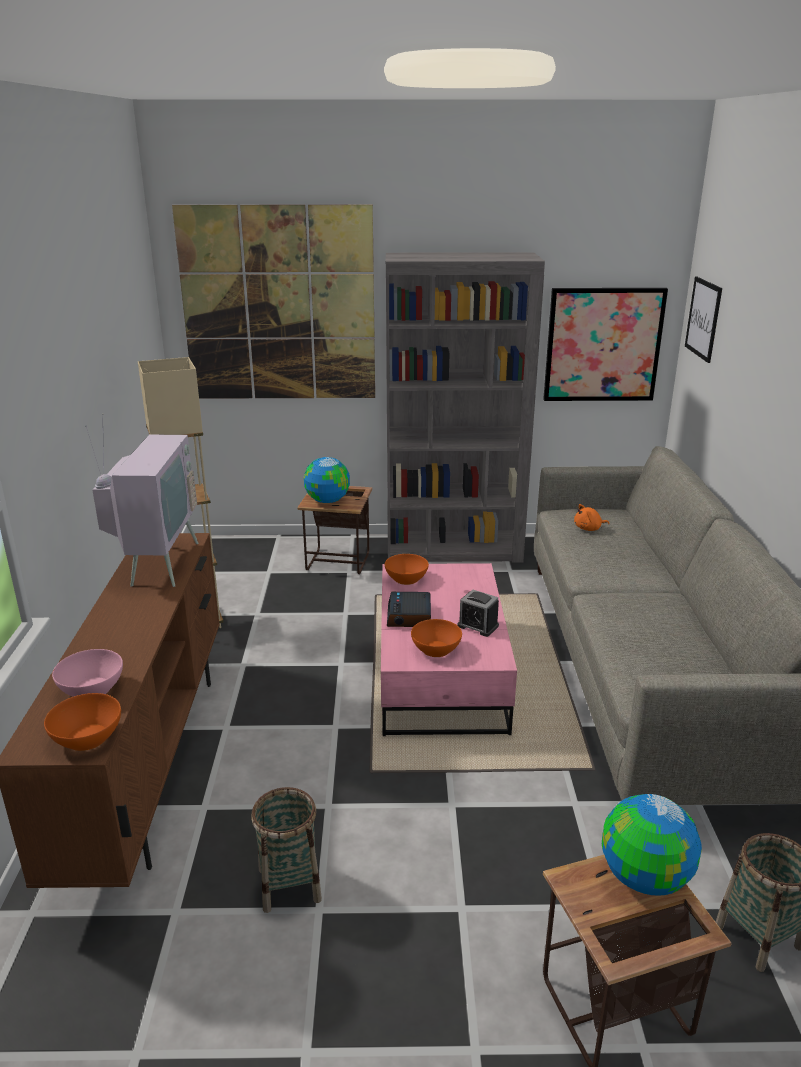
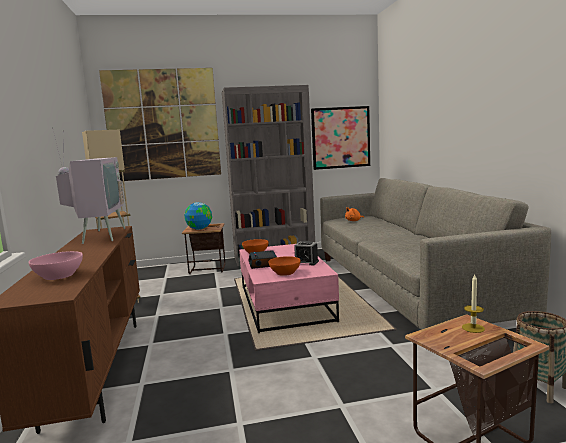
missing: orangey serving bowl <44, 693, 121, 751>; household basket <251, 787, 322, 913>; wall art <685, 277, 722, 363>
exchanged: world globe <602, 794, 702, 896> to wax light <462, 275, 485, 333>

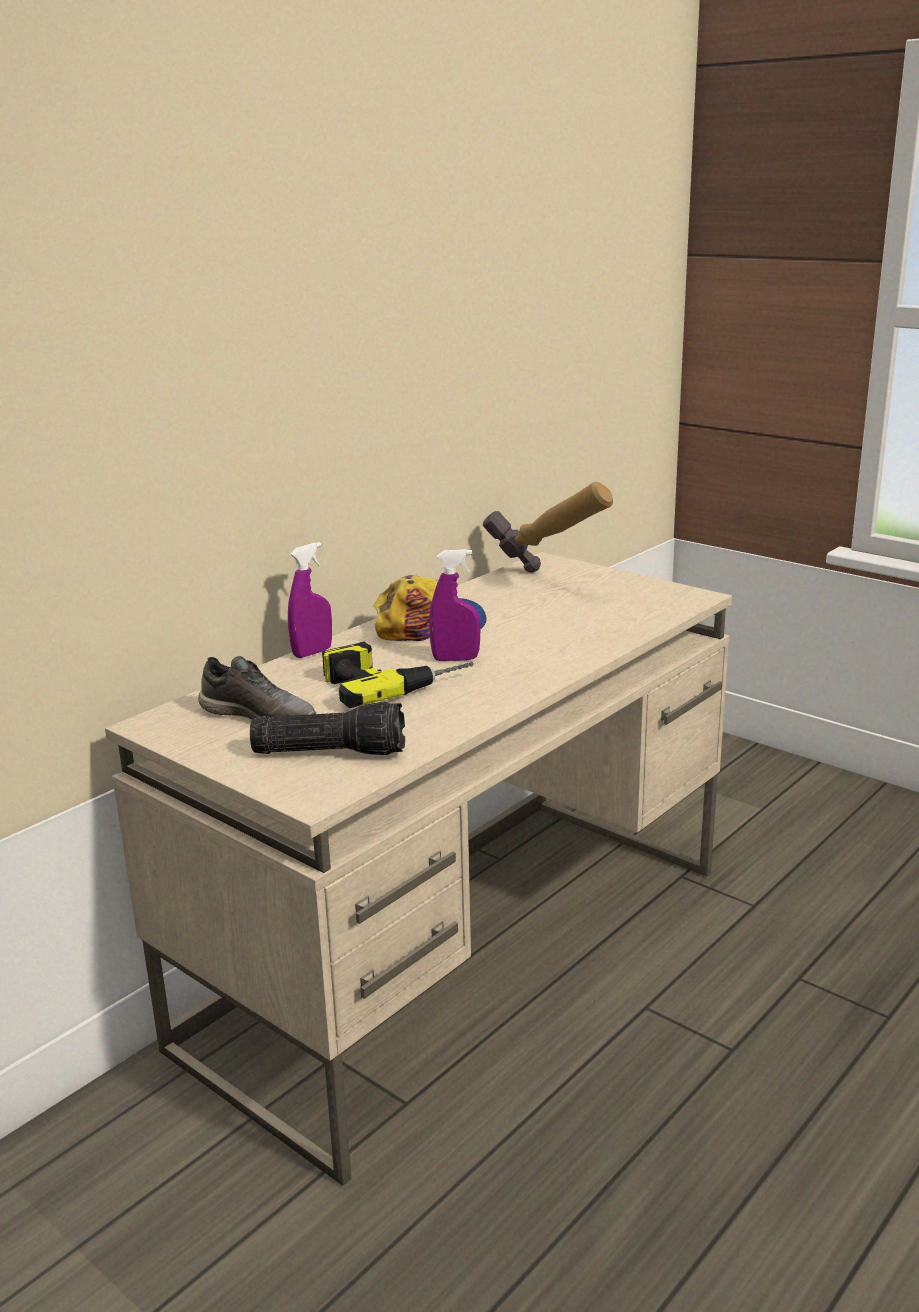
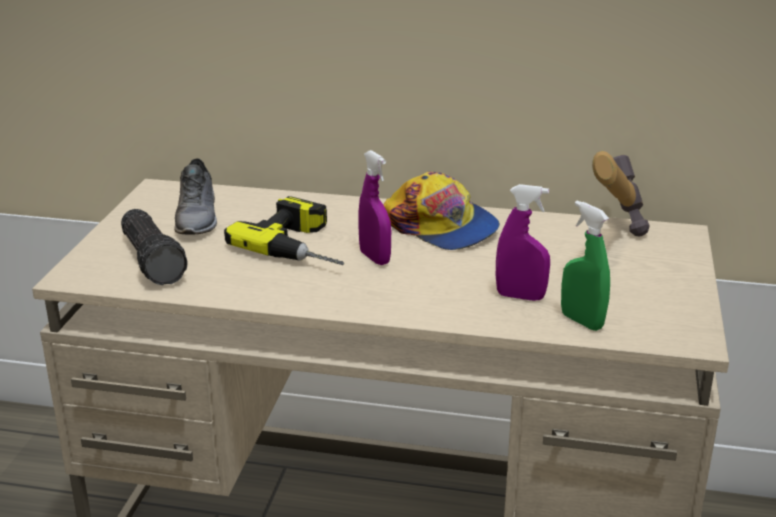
appeared: green spray bottle <561, 200, 610, 331>
relocated: purple-coloured spray bottle <288, 542, 332, 658> to <496, 184, 550, 301>

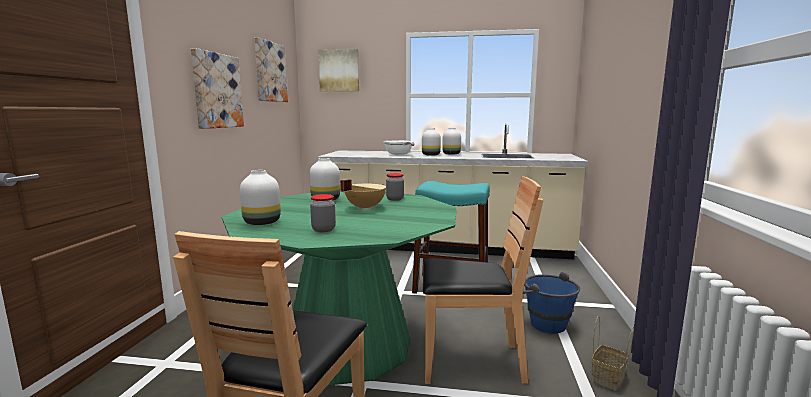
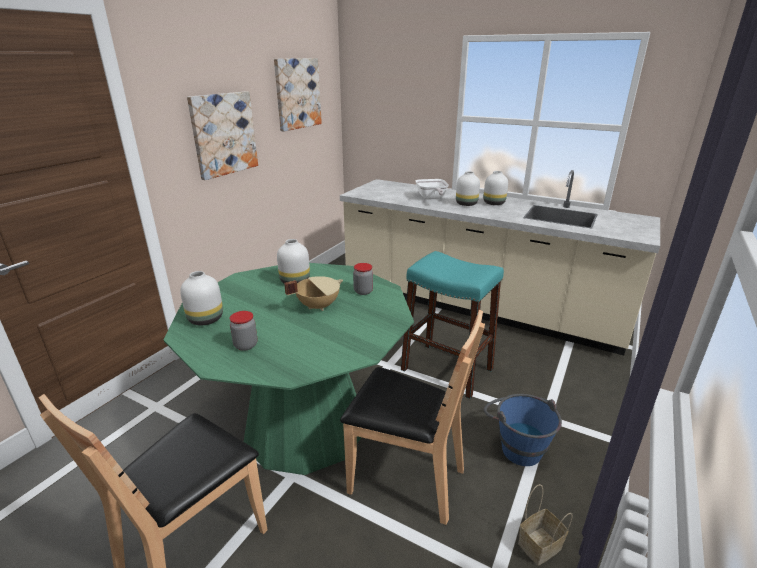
missing: wall art <318, 49, 359, 91>

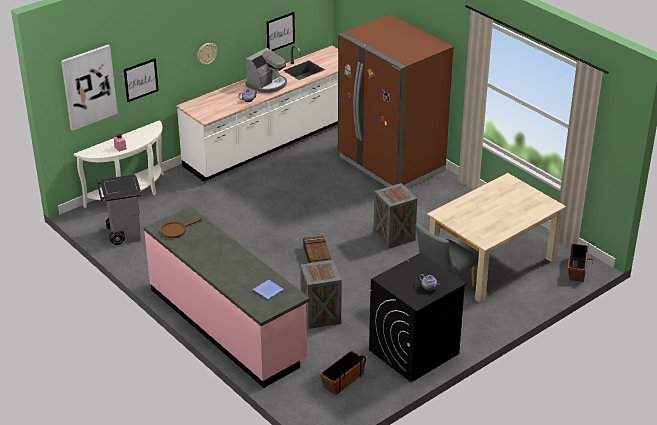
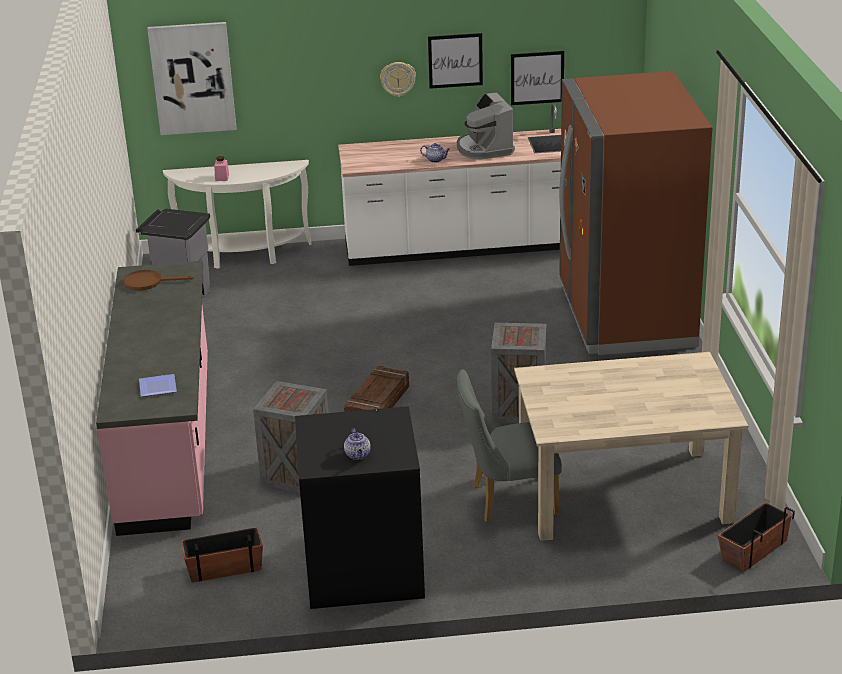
relocated: wall art <124, 58, 159, 102> to <428, 33, 483, 89>
spun: coffee maker <246, 48, 287, 93> = <457, 92, 515, 159> 90 degrees clockwise

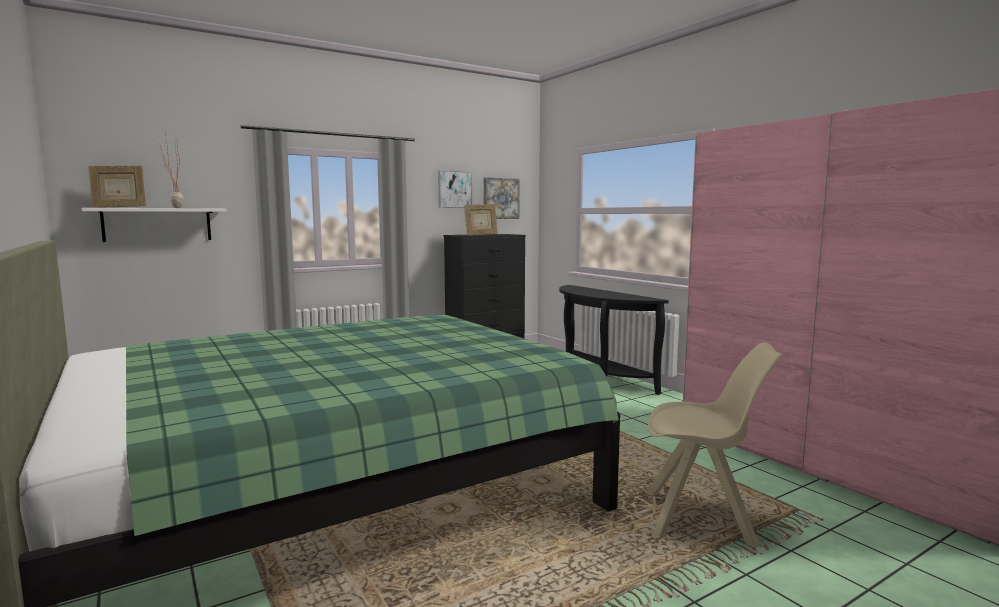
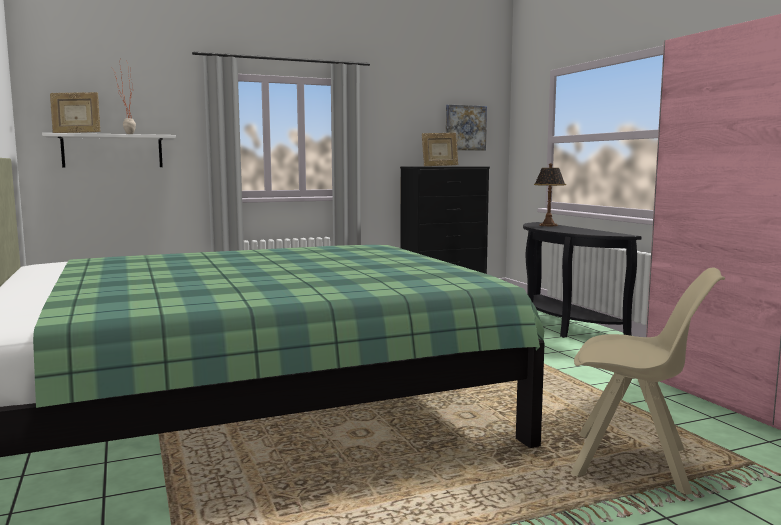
missing: wall art <438, 170, 472, 208>
appeared: tabletop lamp <534, 163, 566, 226>

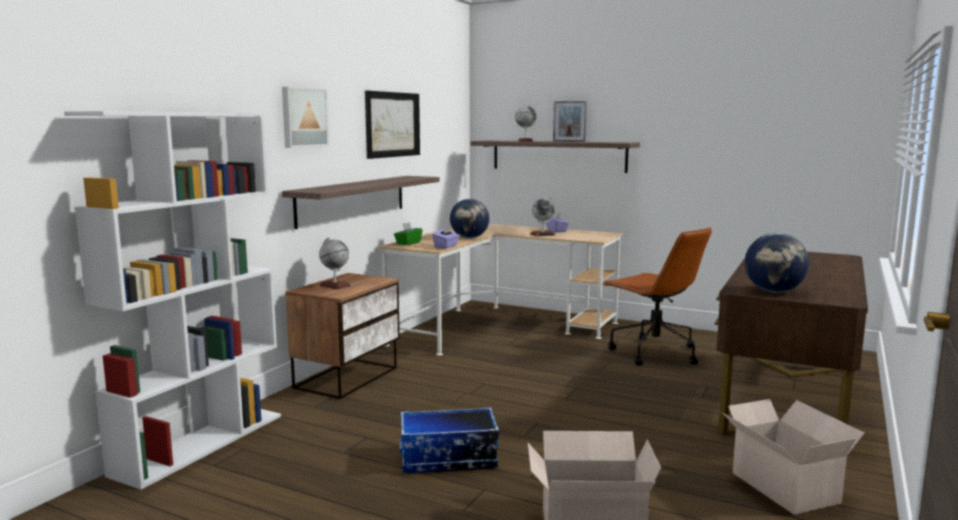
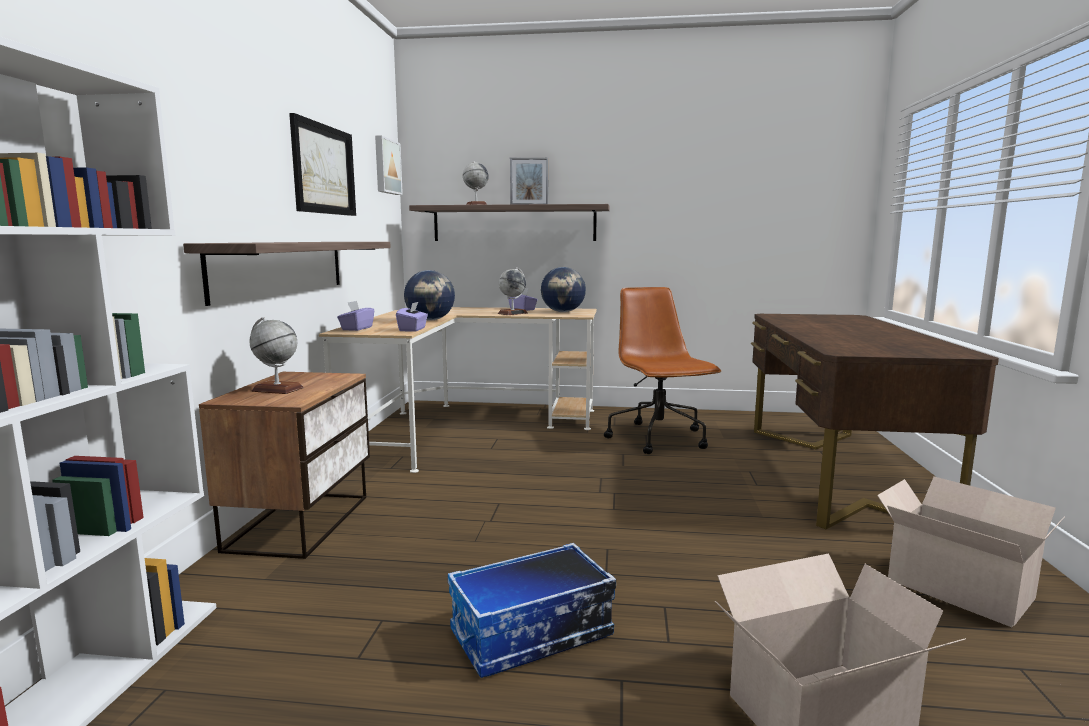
relocated: wall art <282, 87, 329, 148> to <375, 135, 403, 195>; world globe <745, 233, 809, 293> to <541, 267, 586, 312>
colour: green box of tissues <394, 222, 422, 245> to purple-coloured box of tissues <337, 301, 374, 331>
spun: brown office chair <602, 227, 712, 366> = <604, 287, 721, 454> 135 degrees counterclockwise

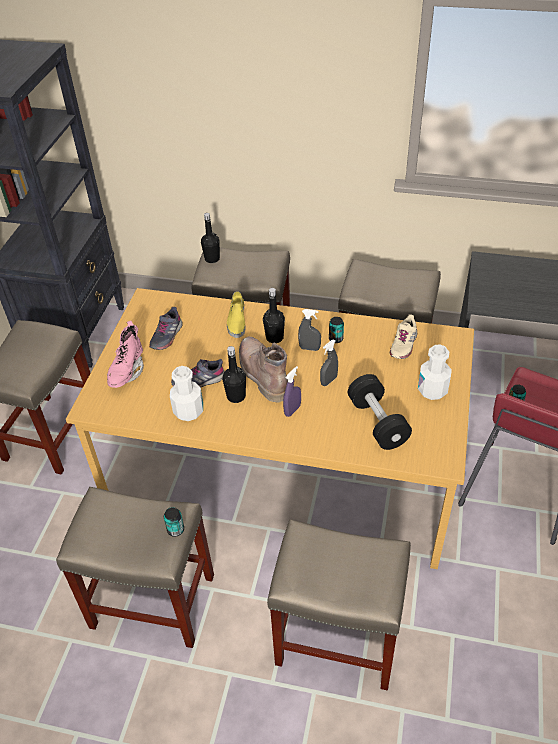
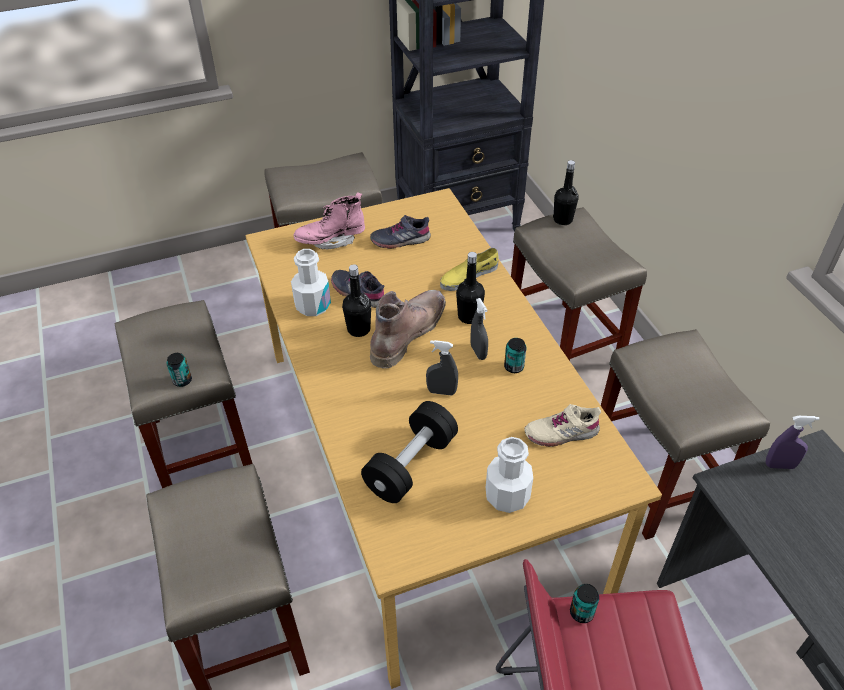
relocated: purple-coloured spray bottle <283, 366, 301, 417> to <766, 416, 820, 469>

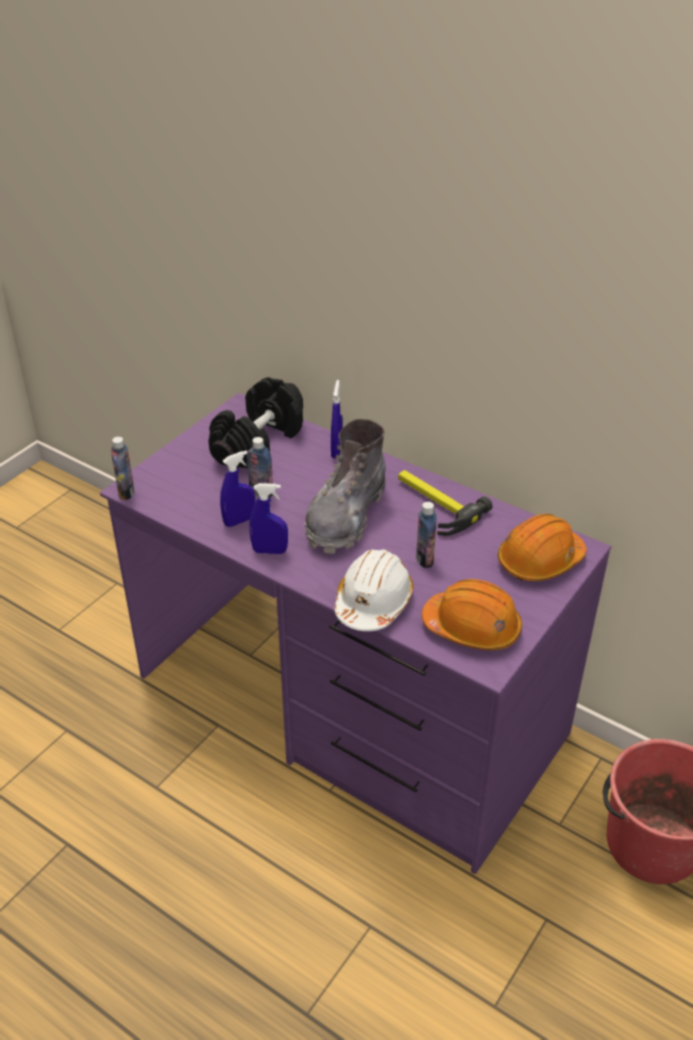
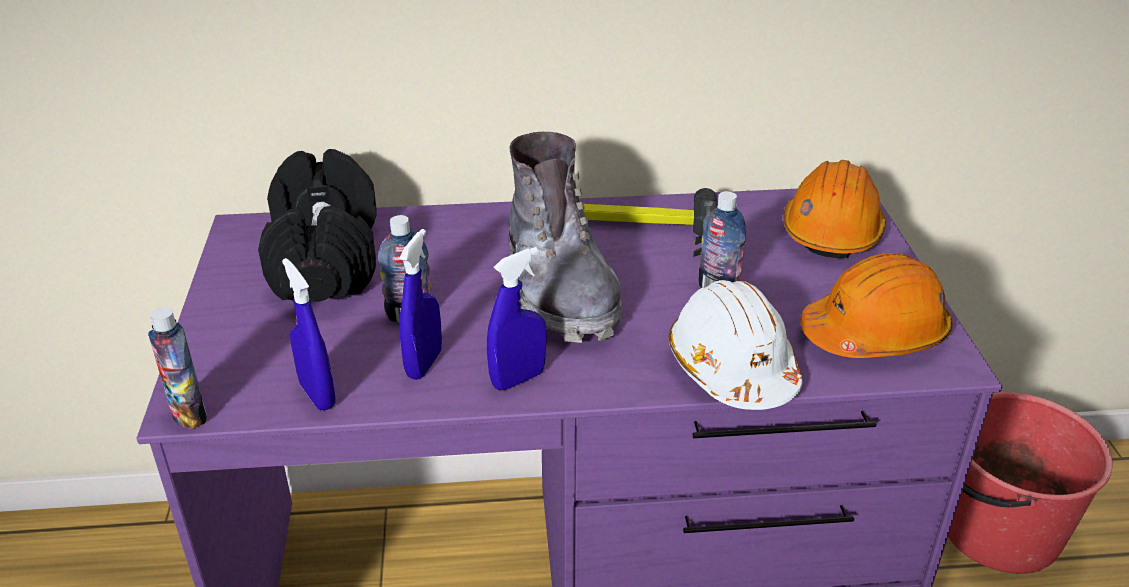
relocated: blue-coloured spray bottle <331, 380, 343, 459> to <282, 258, 336, 411>

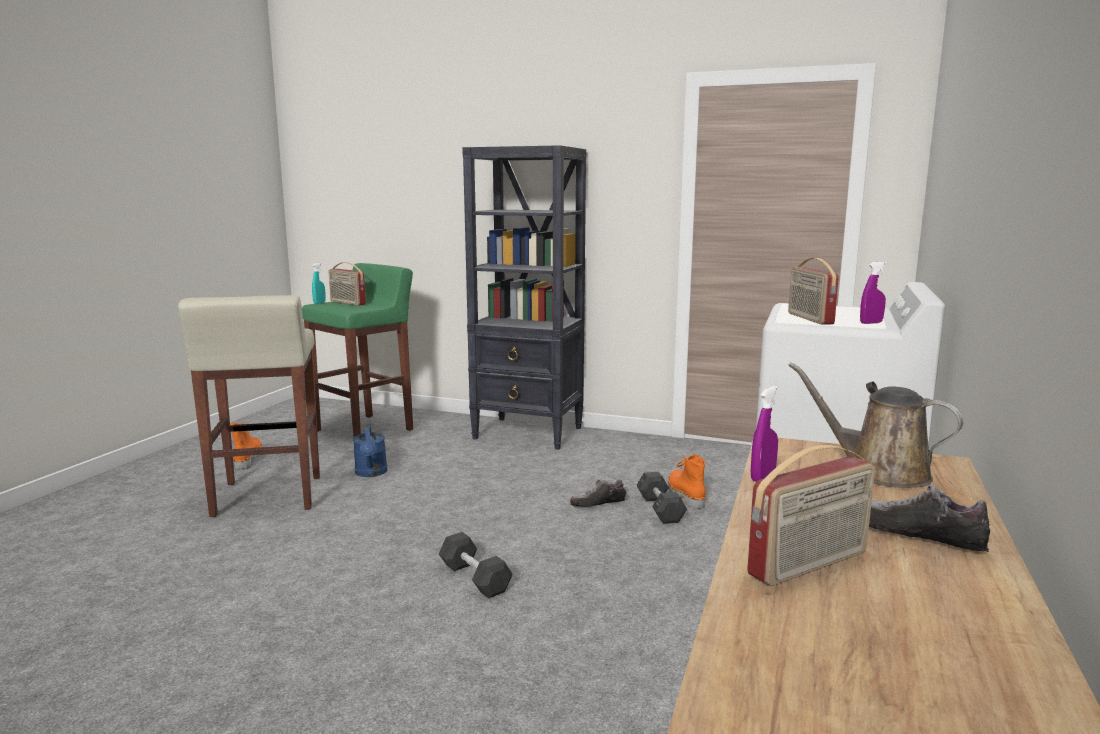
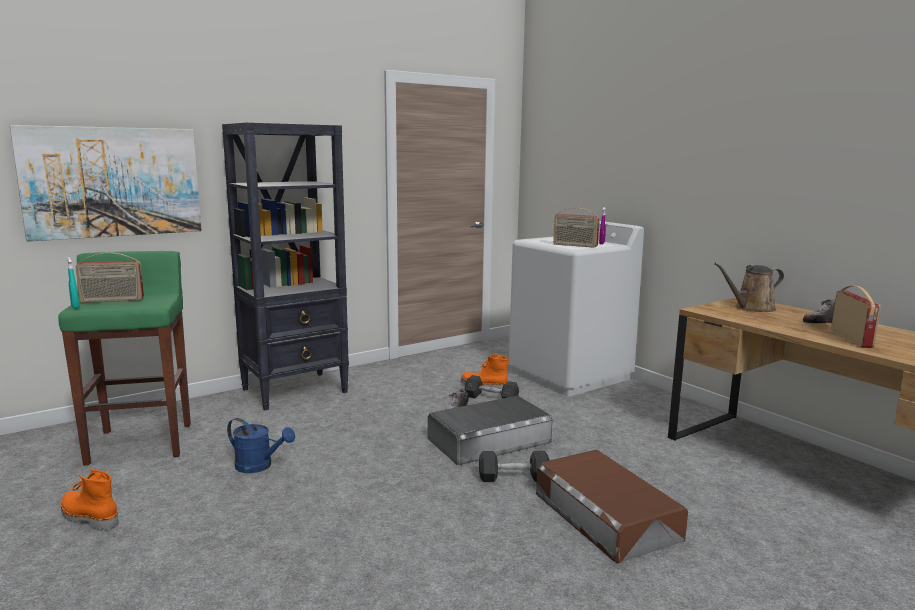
missing: sand-coloured stool <178, 295, 320, 517>; purple-coloured spray bottle <751, 386, 778, 482>
appeared: wall art <10, 125, 202, 242>; greyish storage bin <428, 396, 553, 465>; brown storage bin <536, 450, 688, 563>

